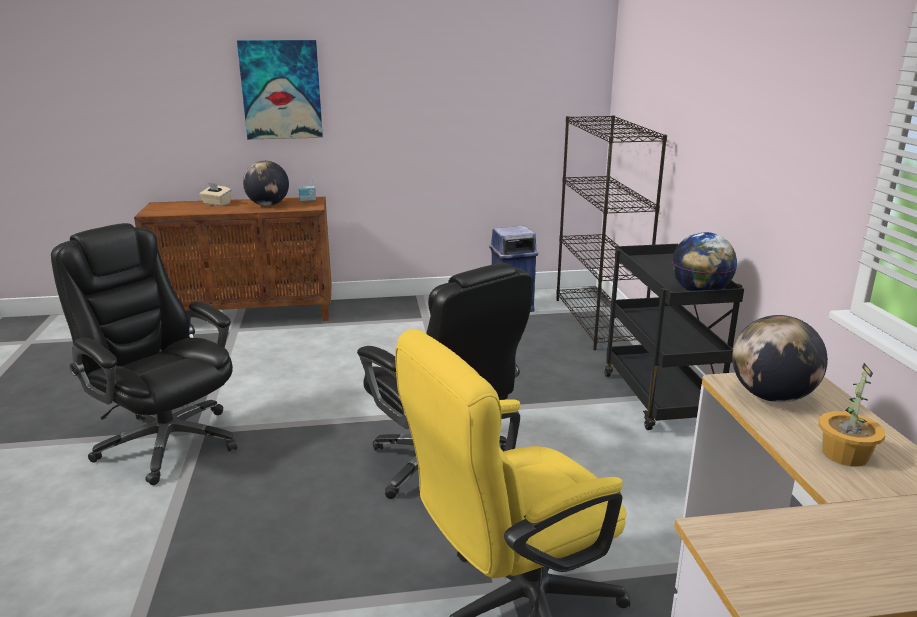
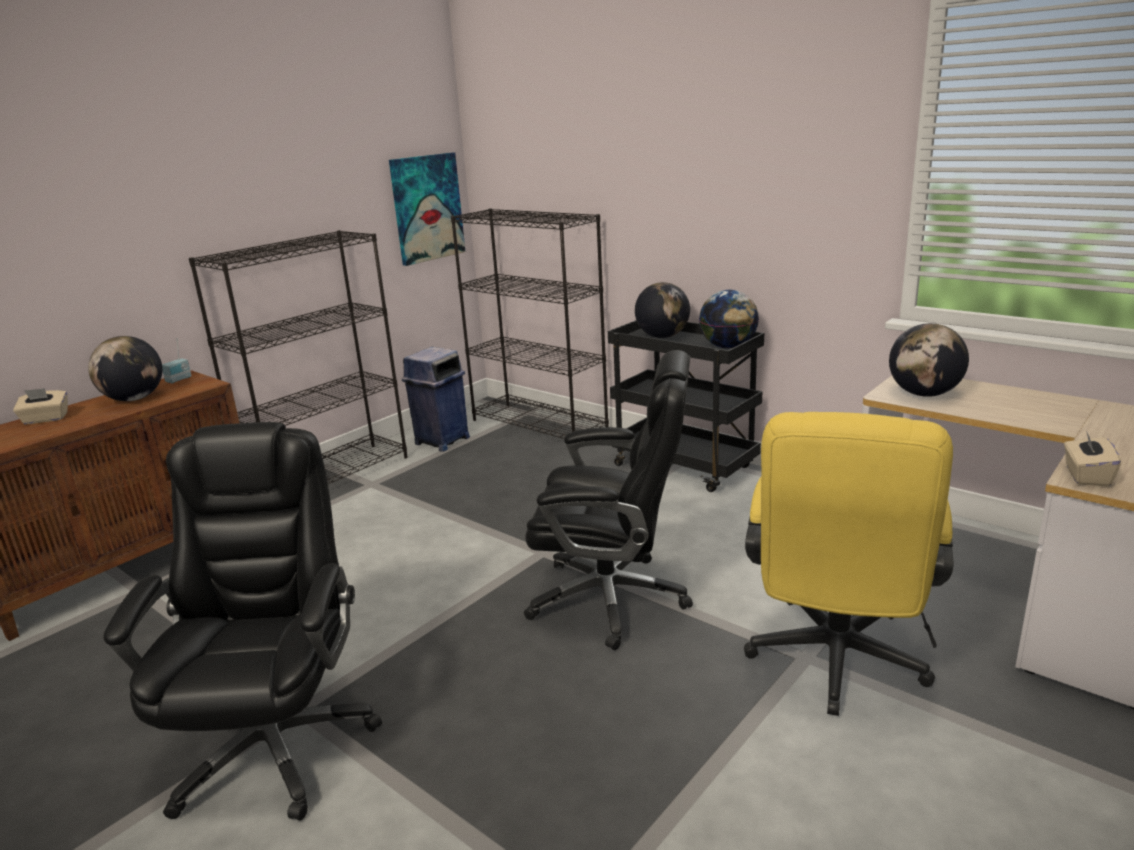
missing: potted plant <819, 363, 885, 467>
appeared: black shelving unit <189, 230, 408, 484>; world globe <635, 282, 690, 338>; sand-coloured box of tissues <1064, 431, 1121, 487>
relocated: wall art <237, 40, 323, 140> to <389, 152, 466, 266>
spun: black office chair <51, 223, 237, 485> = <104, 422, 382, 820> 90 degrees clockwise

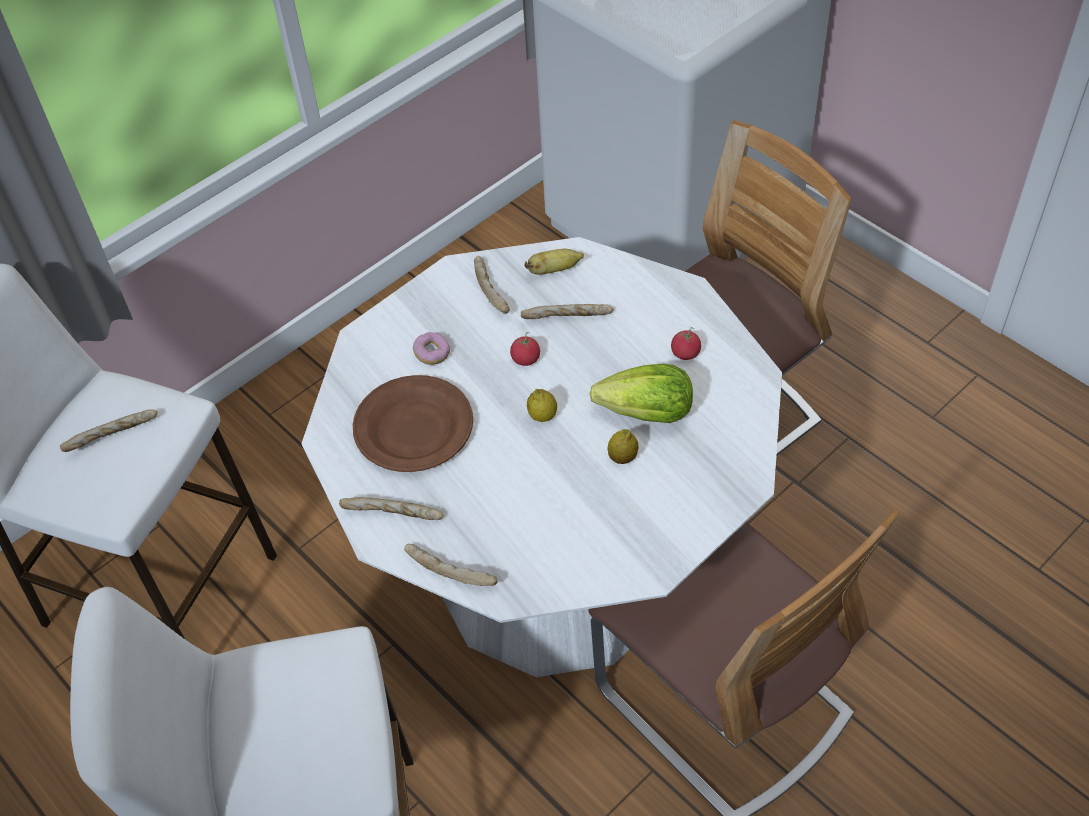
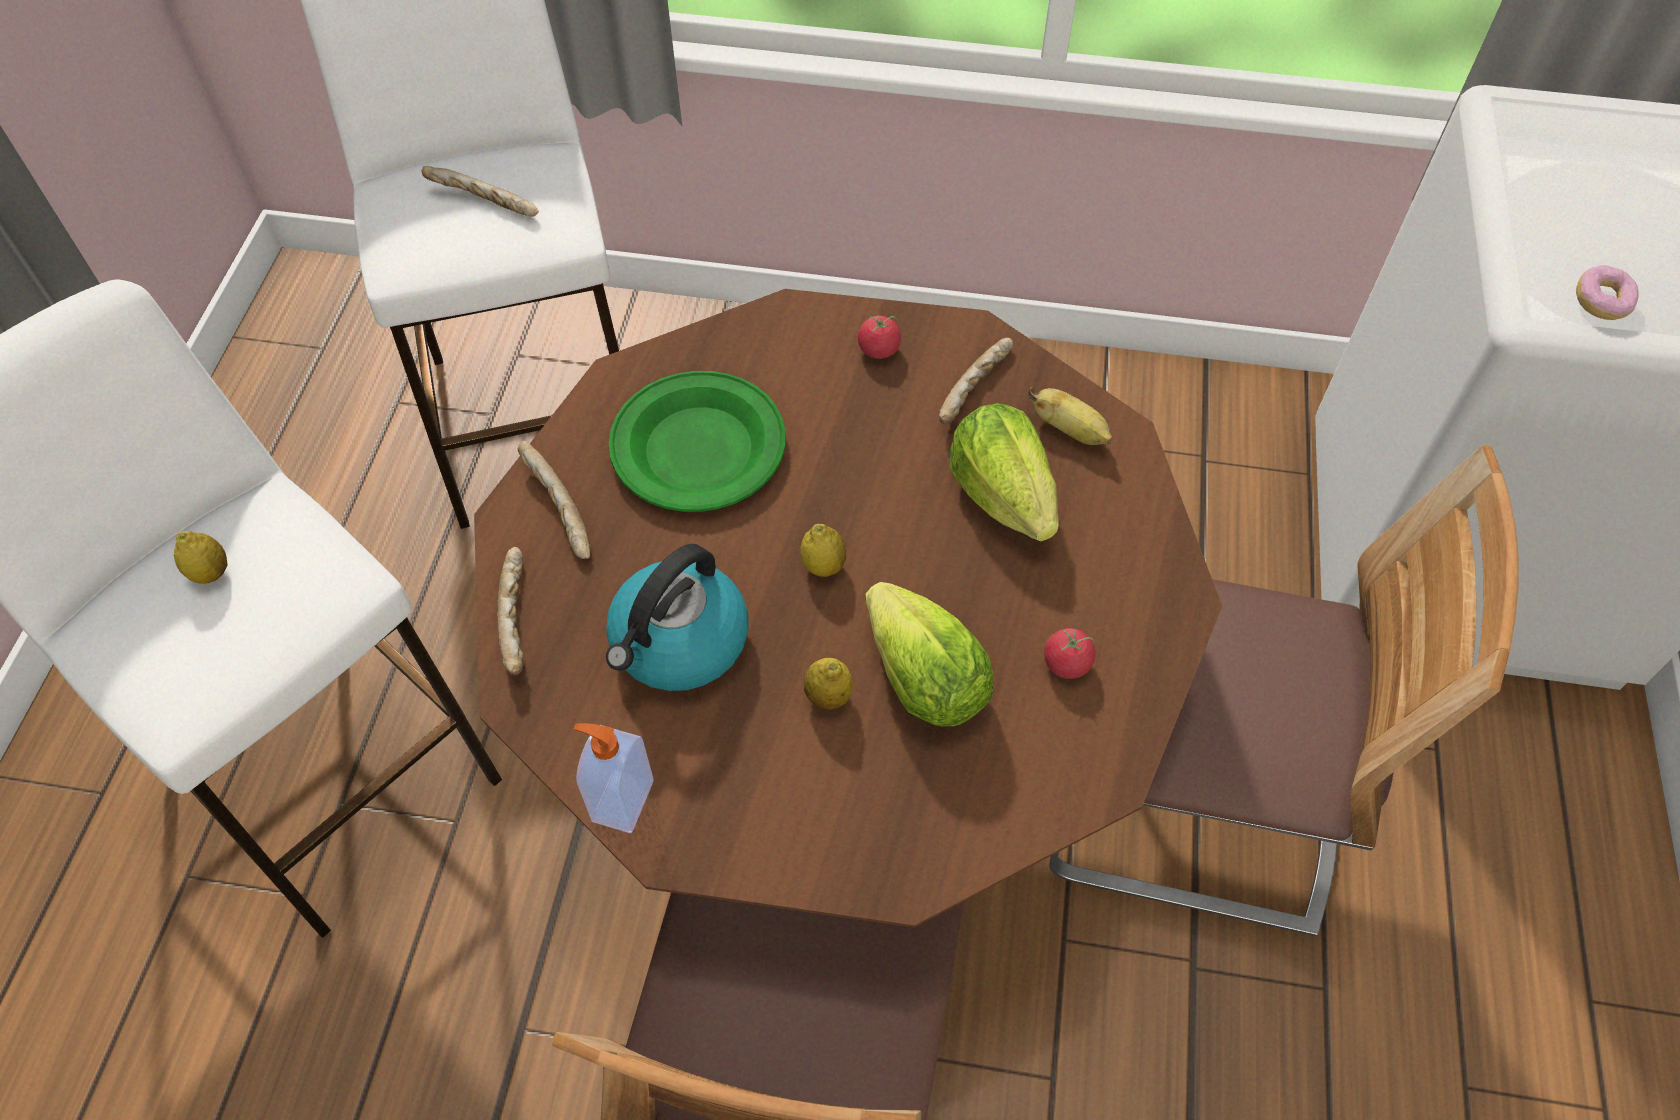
appeared: citrus fruit <174, 531, 227, 584>; liquid soap bottle <573, 723, 653, 833>; tea kettle <606, 544, 748, 691>
relocated: donut <413, 332, 450, 365> to <1576, 265, 1638, 320>; tomato <510, 332, 540, 366> to <858, 315, 901, 359>
exchanged: bakery bread <521, 304, 614, 319> to lettuce <950, 403, 1058, 541>
colour: white kitchen table <301, 237, 782, 677> to brown kitchen table <474, 289, 1222, 927>; brown dinner plate <353, 375, 473, 472> to green dinner plate <609, 371, 786, 512>

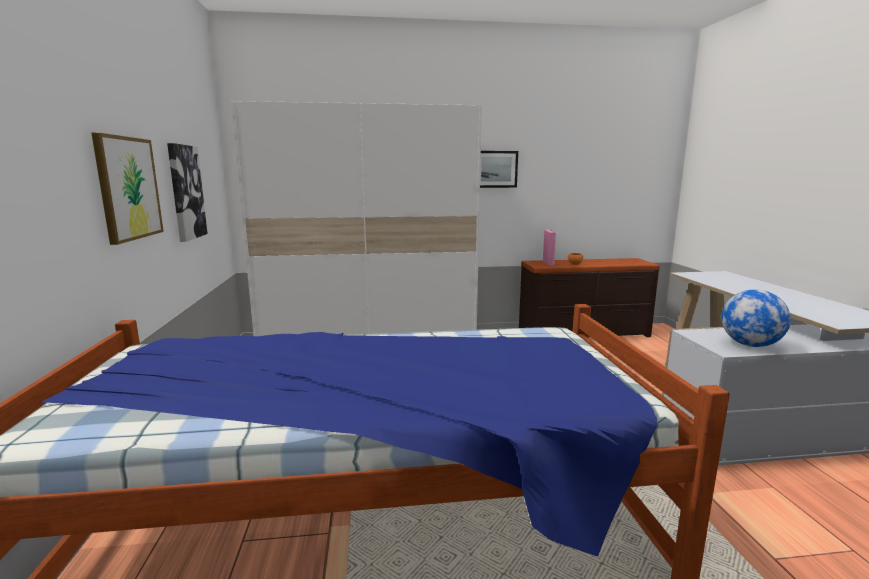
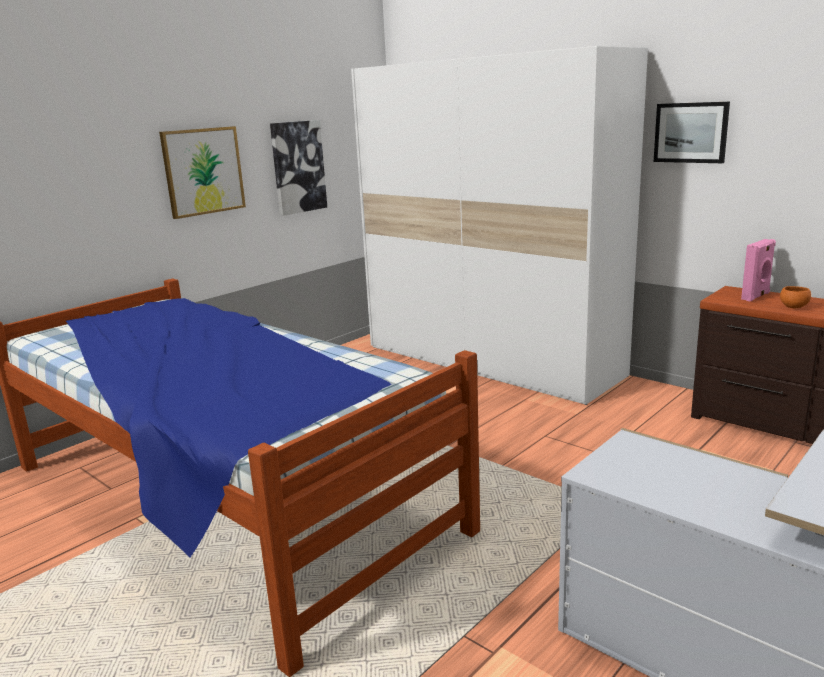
missing: world globe <722, 289, 791, 347>

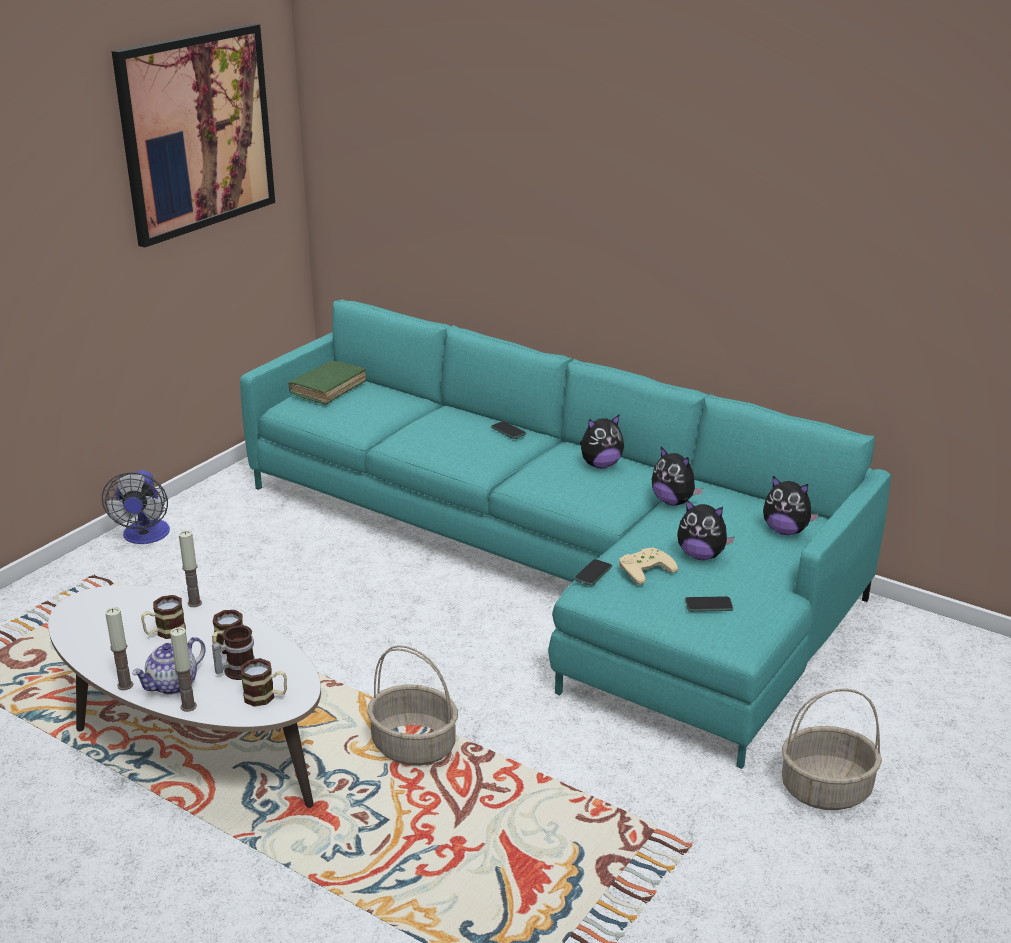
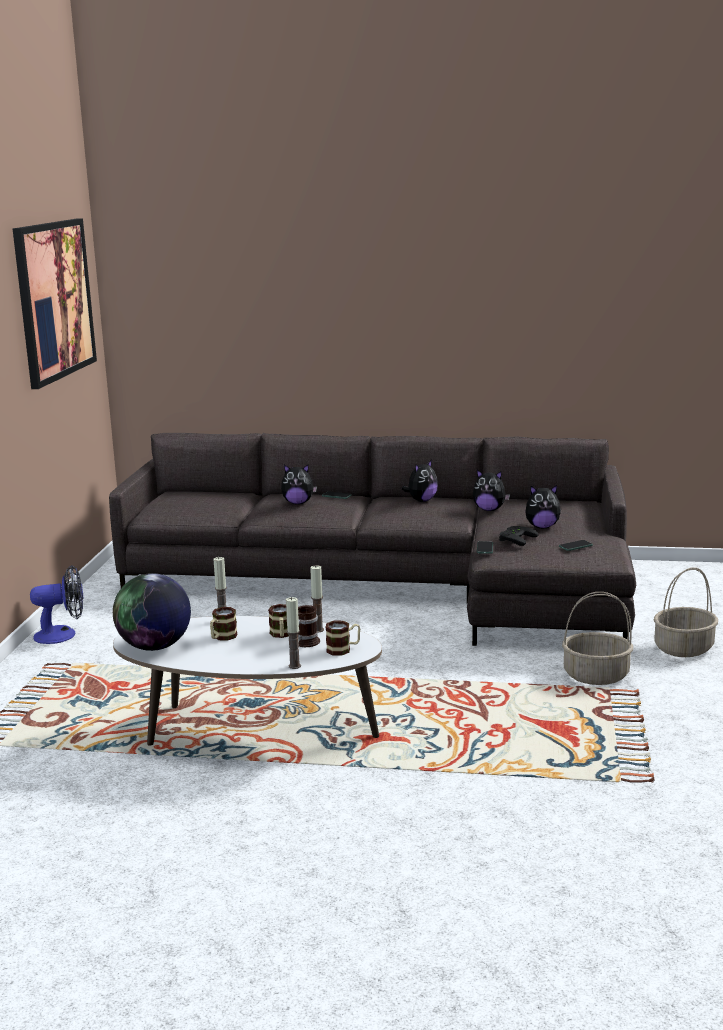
missing: pot for tea <132, 637, 205, 695>; green bound book <288, 361, 366, 404>
appeared: world globe <113, 573, 191, 651>
relocated: wax light <105, 607, 133, 690> to <310, 565, 324, 632>; household basket <367, 645, 458, 766> to <562, 592, 633, 685>; plush toy <763, 476, 818, 535> to <281, 465, 317, 504>
colour: turquoise couch <240, 299, 891, 769> to greyish couch <109, 433, 636, 646>; sand-coloured gamepad <619, 547, 678, 585> to black gamepad <499, 526, 539, 546>
spun: cooling fan <102, 470, 170, 544> = <30, 565, 83, 644> 75 degrees counterclockwise

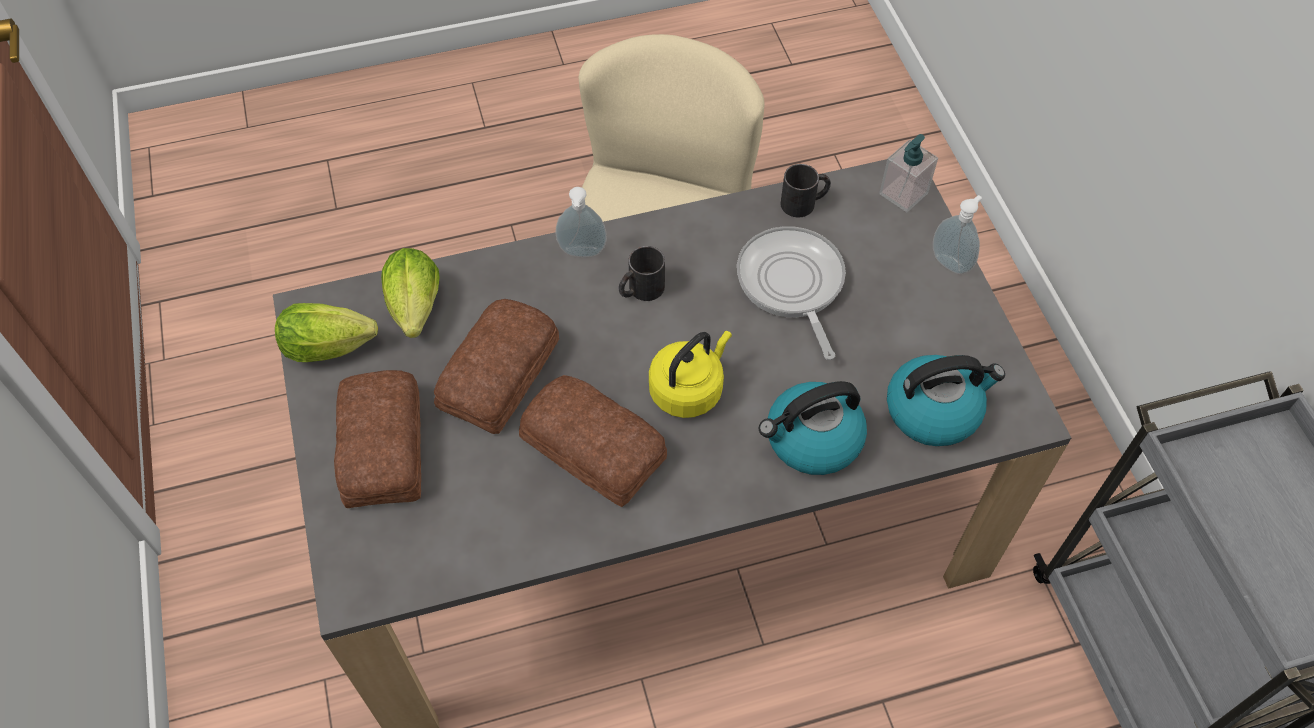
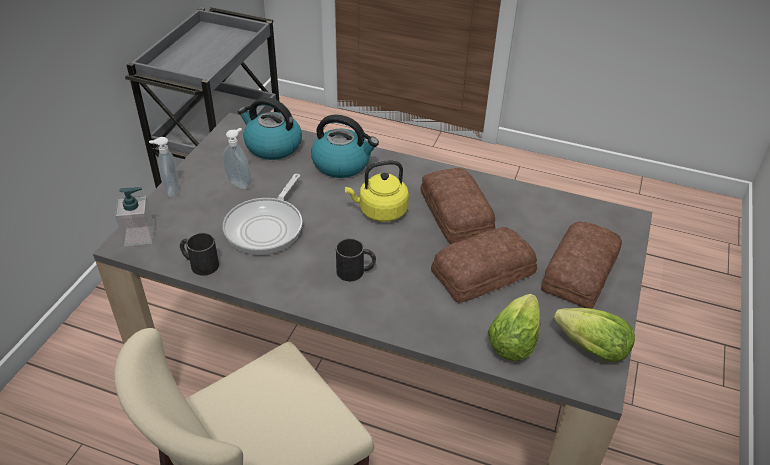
relocated: liquid soap bottle <555, 187, 607, 257> to <223, 128, 251, 189>

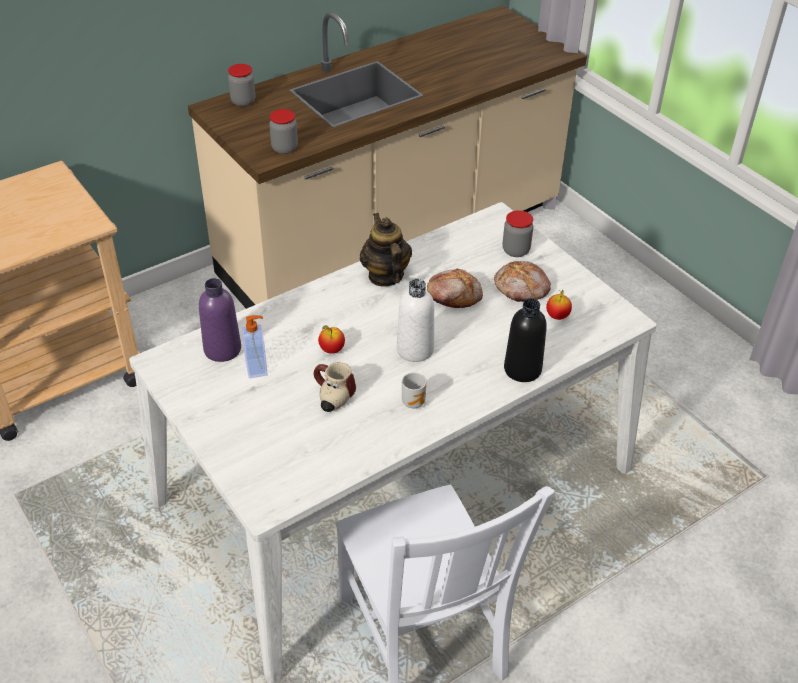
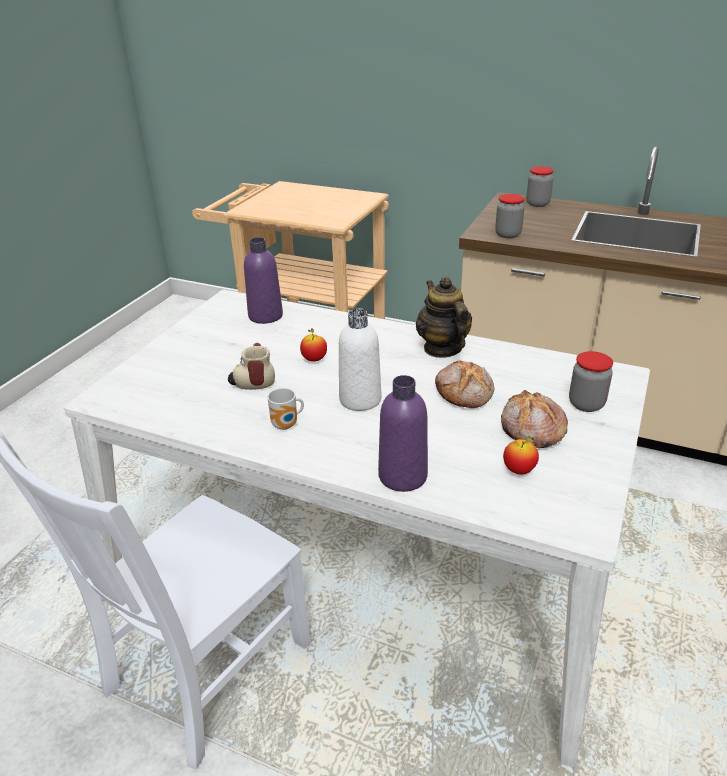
missing: liquid soap bottle <242, 315, 267, 378>
colour: black bottle <504, 298, 547, 382> to purple-coloured bottle <378, 375, 428, 492>
spun: pot for tea <360, 213, 412, 287> = <416, 276, 472, 358> 60 degrees counterclockwise

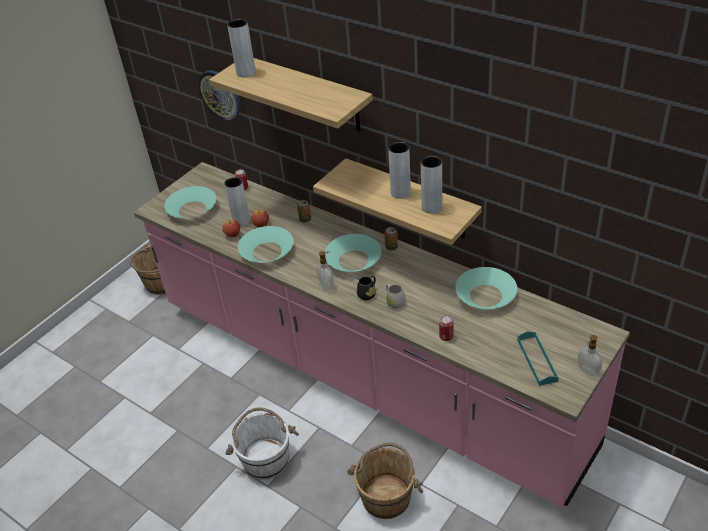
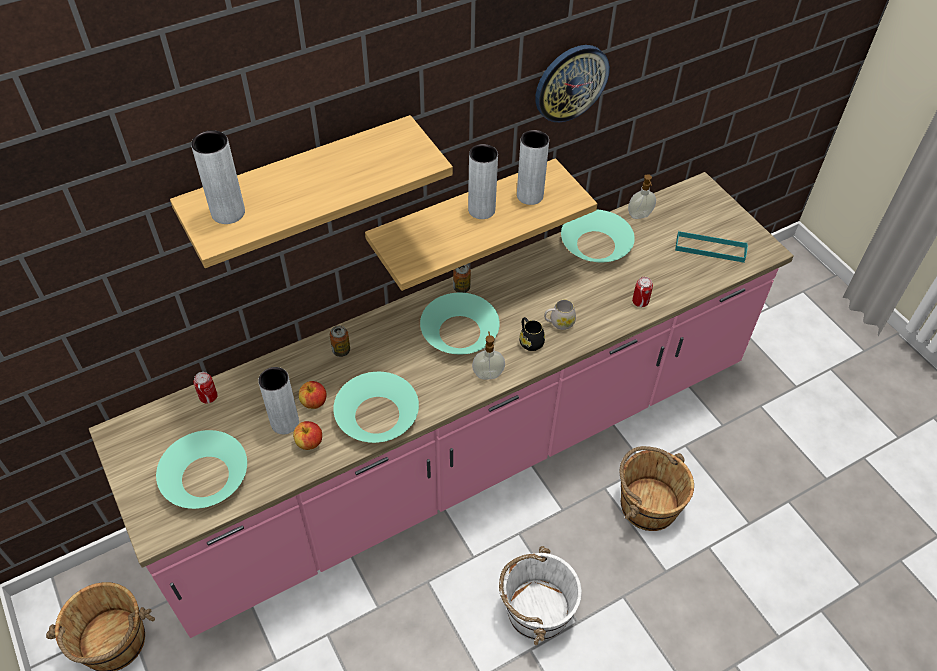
relocated: hanging clock <198, 70, 241, 121> to <535, 45, 610, 122>; liquid soap bottle <577, 335, 602, 376> to <628, 174, 656, 219>

